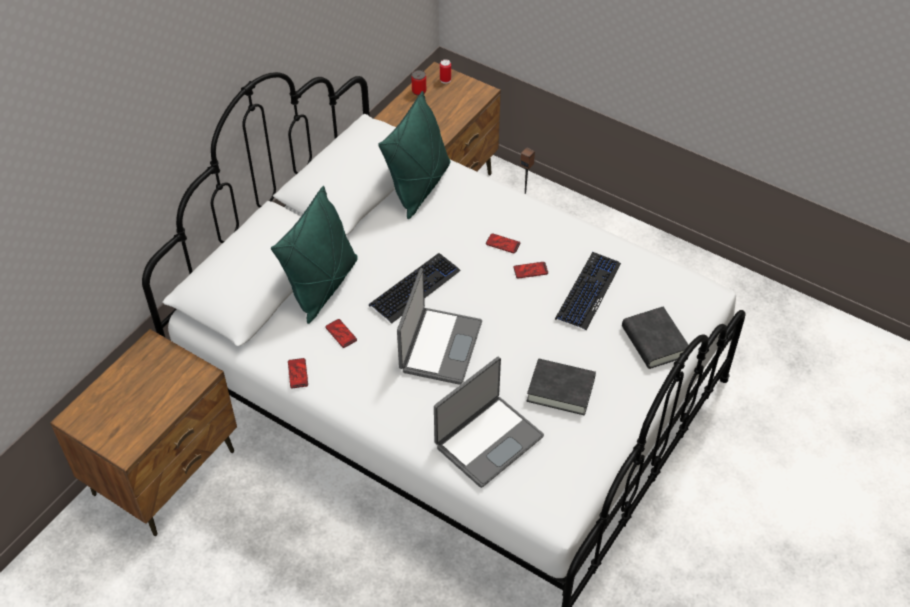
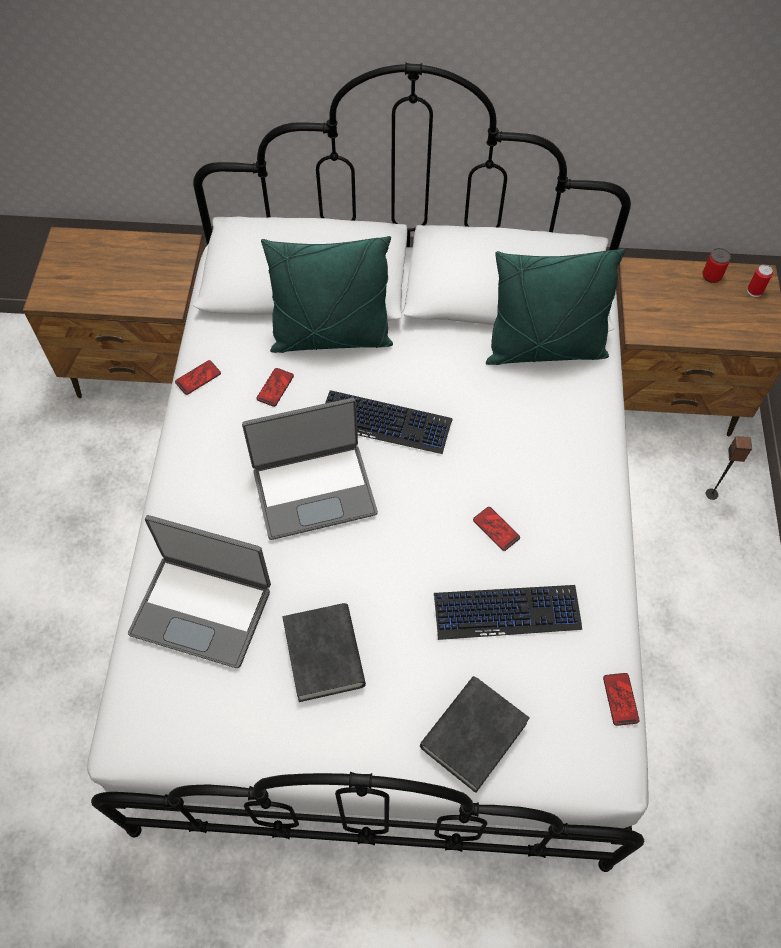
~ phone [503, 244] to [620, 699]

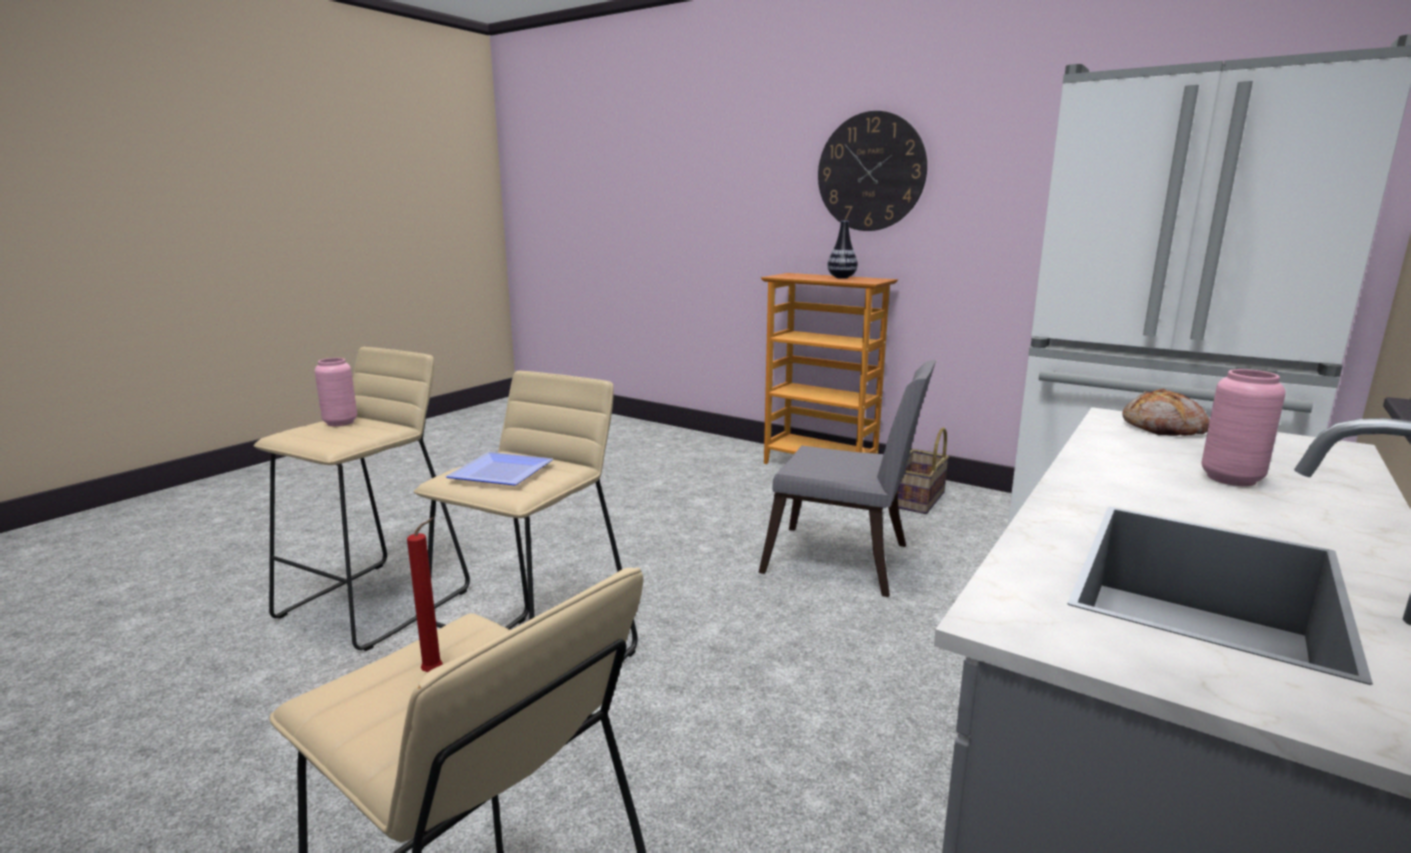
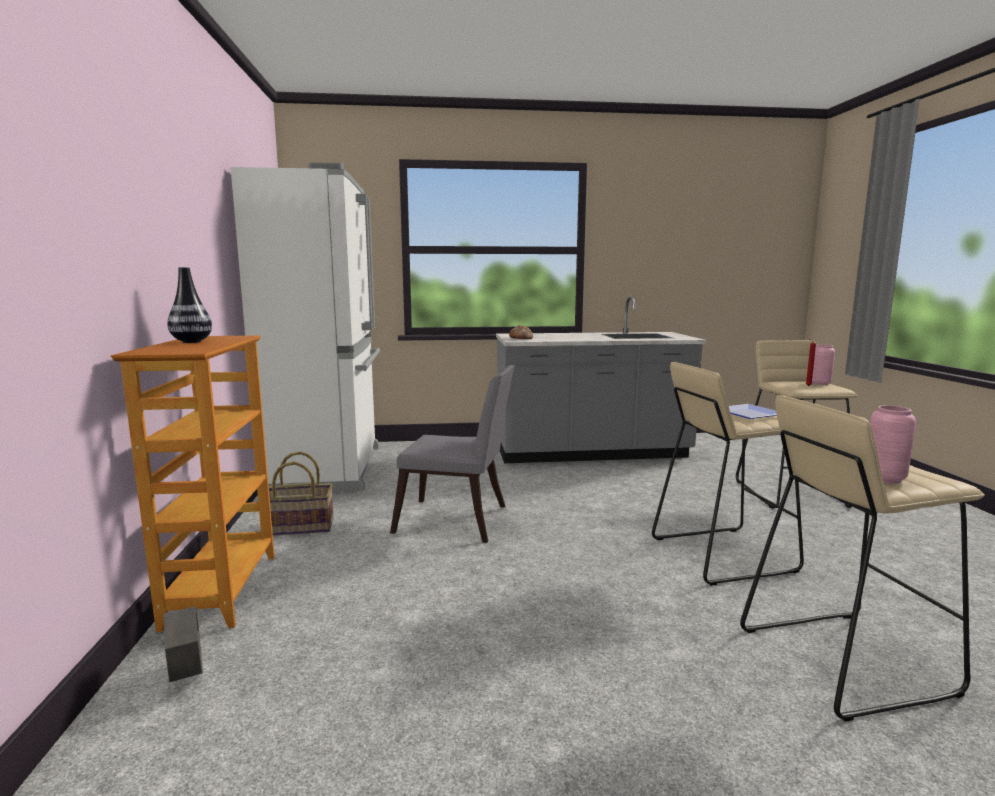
+ planter (grey) [187, 676]
~ chair (grey) [845, 563] = [458, 521] 120 degrees clockwise
~ vase (pink) [1231, 479] to [820, 383]
- wall clock [871, 172]

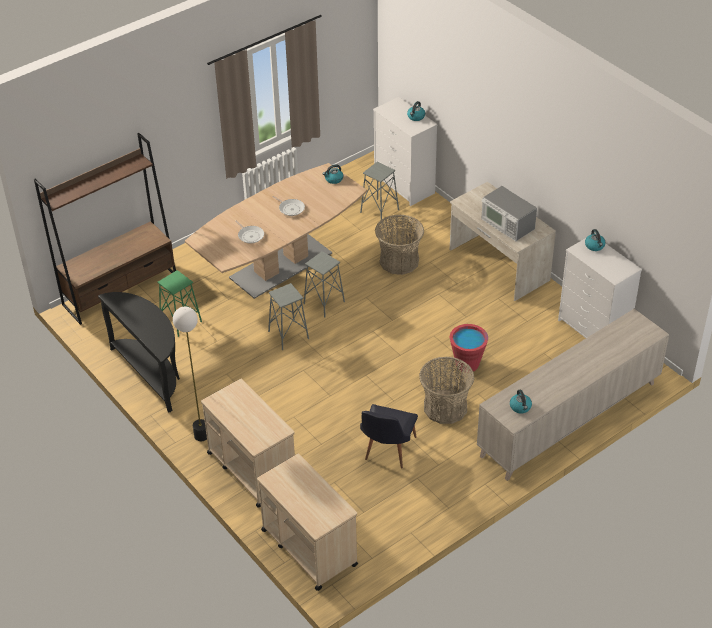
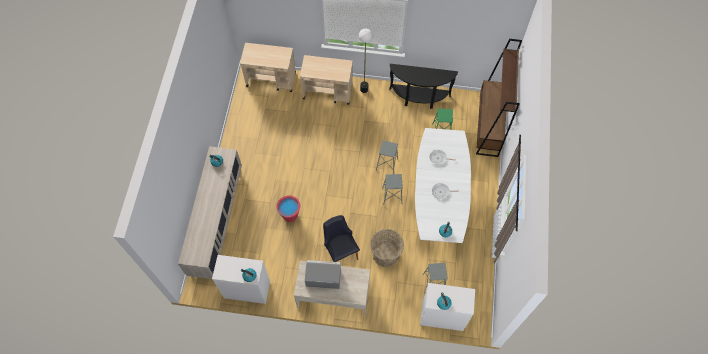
~ chair (black) [387, 452] to [340, 250]
~ dining table (brown) [281, 265] to dining table (white) [438, 201]
- basket [445, 407]

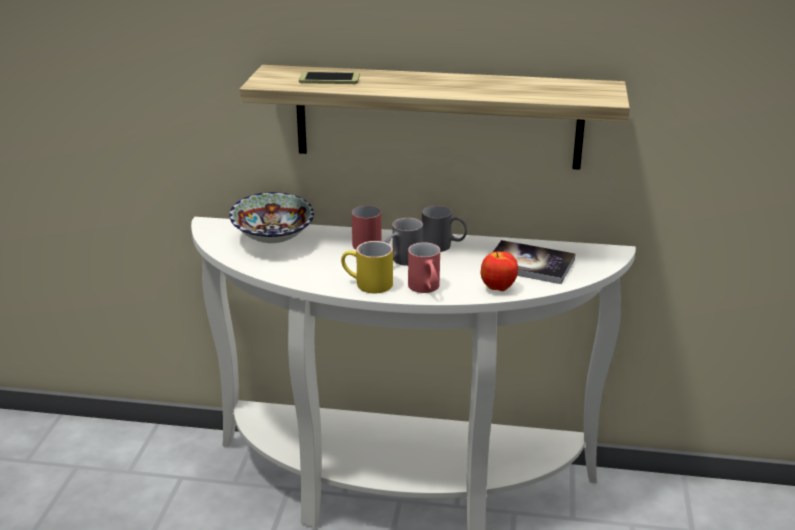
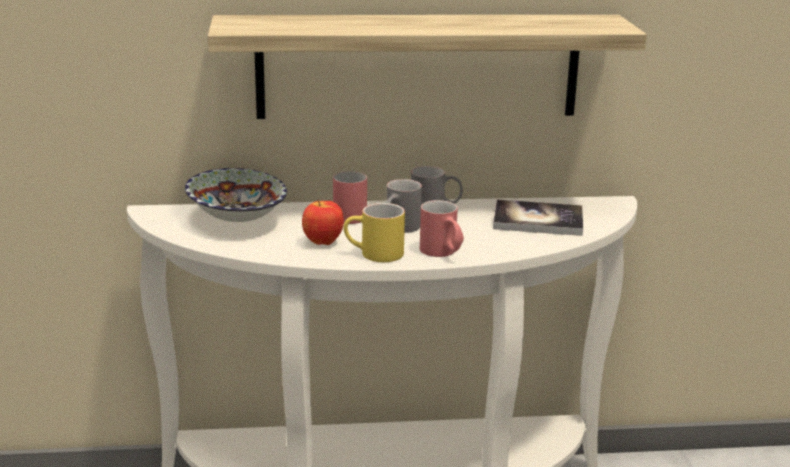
~ apple [498, 288] to [322, 243]
- phone [329, 79]

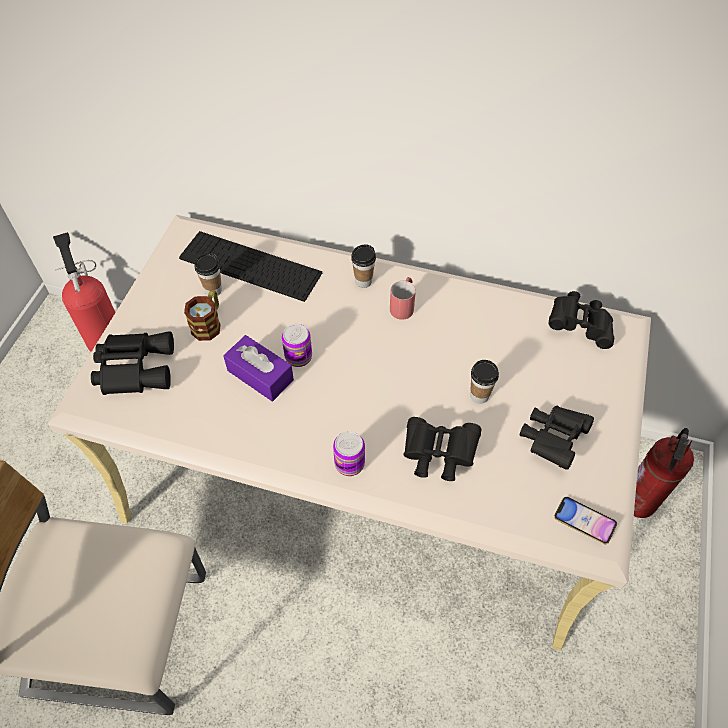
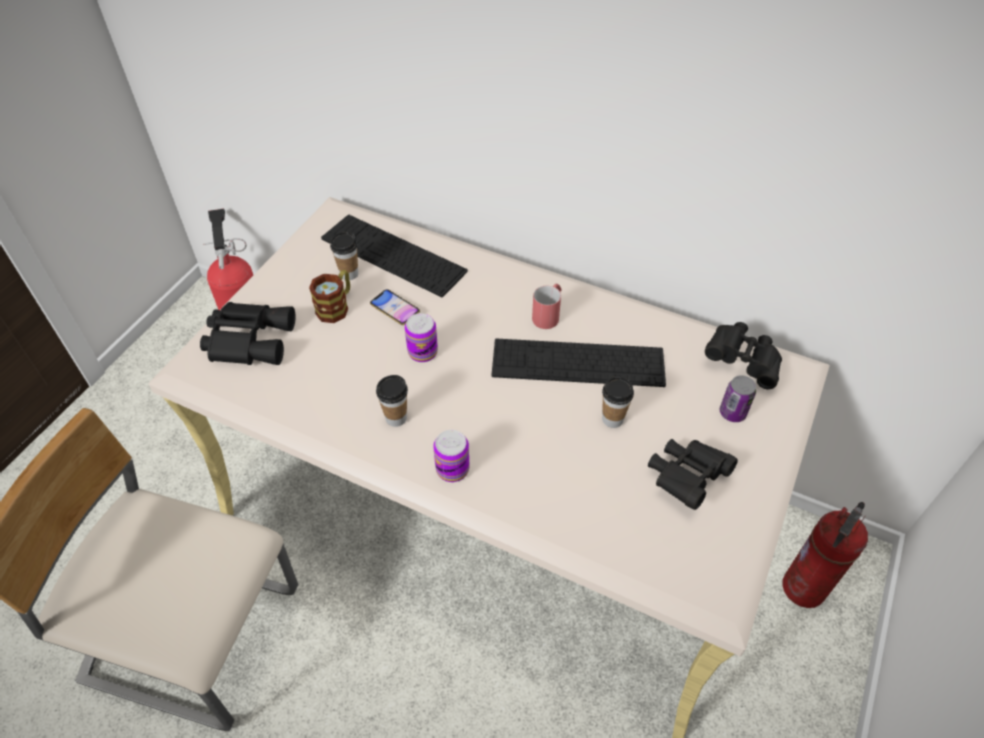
~ phone [584, 521] to [395, 309]
~ cup [363, 281] to [396, 418]
+ keyboard [578, 363]
+ can [732, 413]
- tissue box (purple) [260, 375]
- binoculars (black) [438, 455]

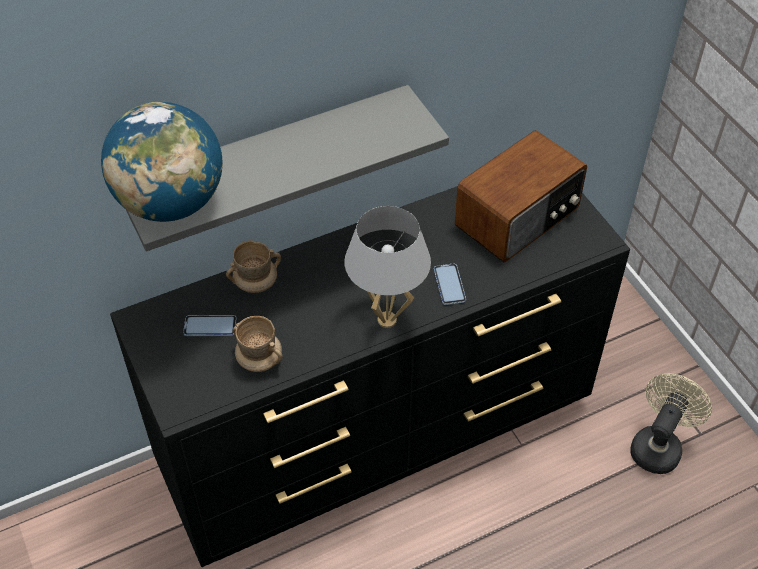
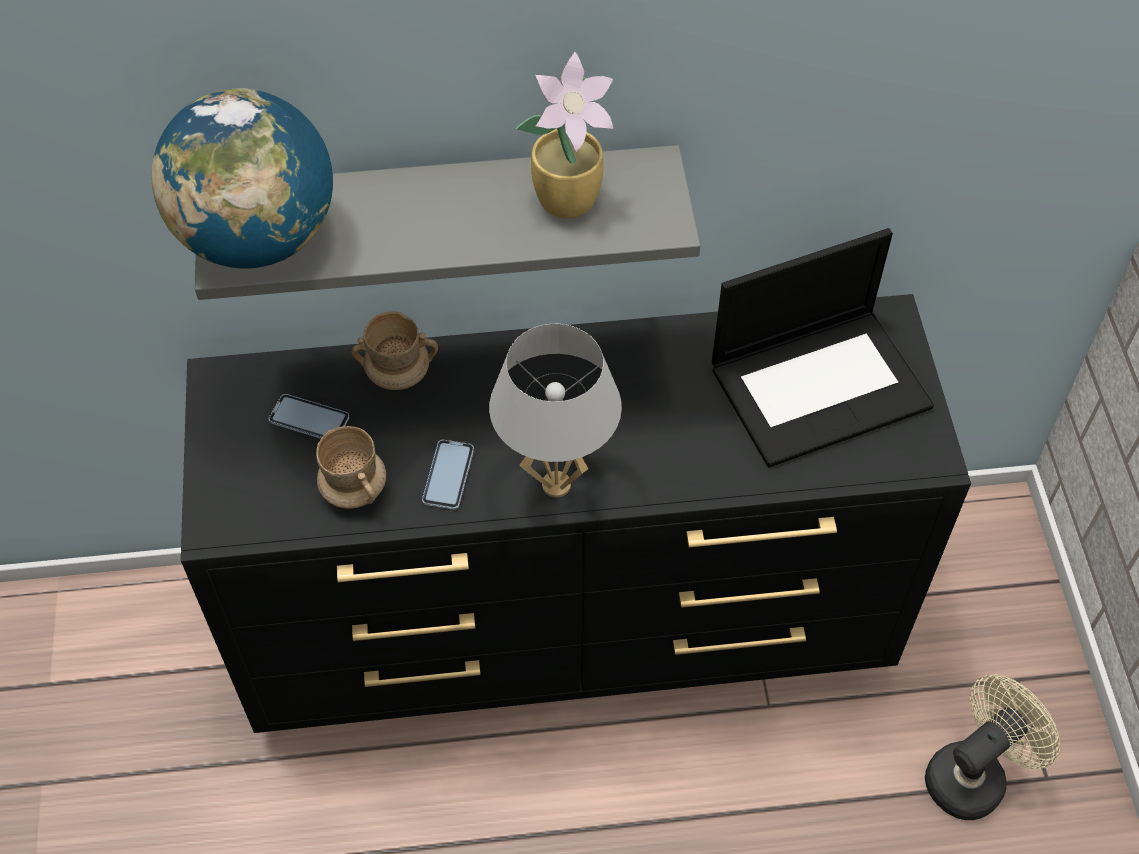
~ phone [449, 285] to [448, 475]
+ potted plant [570, 199]
~ radio [519, 218] to laptop [820, 385]

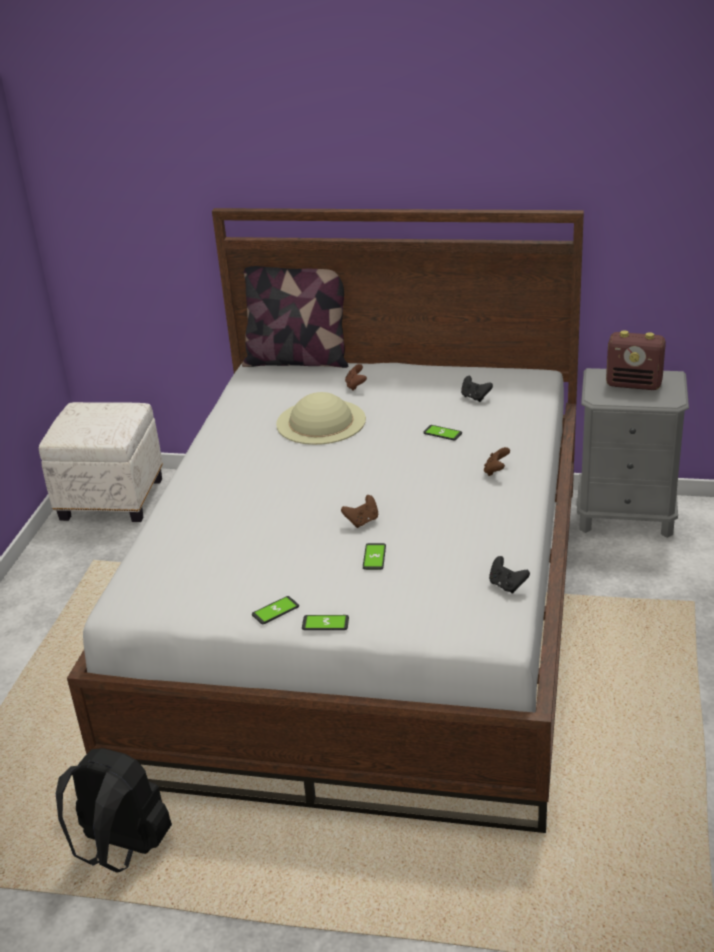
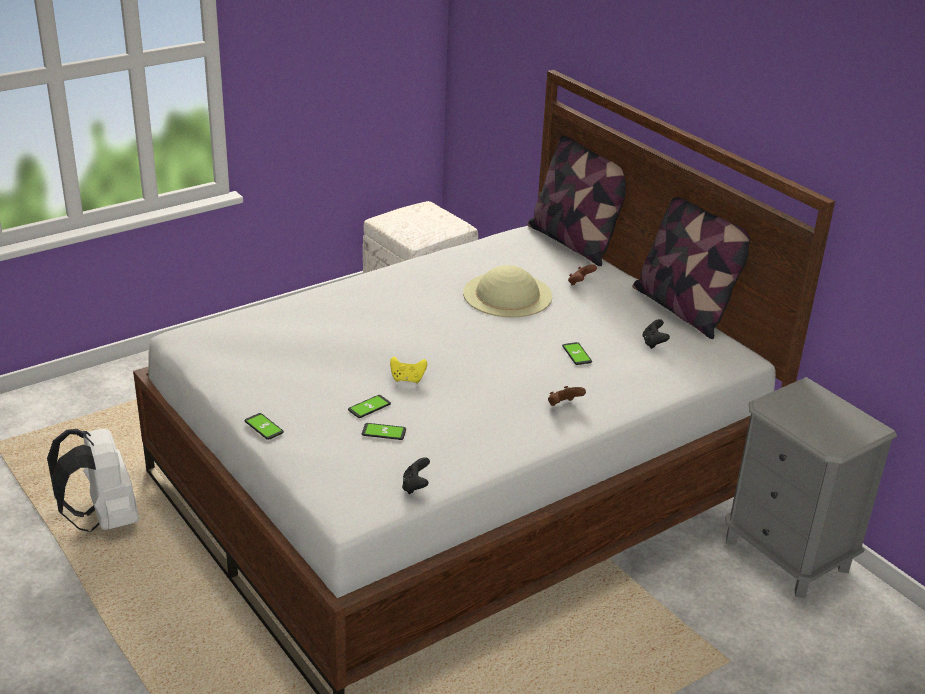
~ backpack (black) [121, 849] to backpack (white) [104, 520]
~ phone [275, 611] to [384, 432]
~ game controller (brown) [362, 521] to game controller (yellow) [407, 379]
+ pillow [682, 309]
- radio [634, 384]

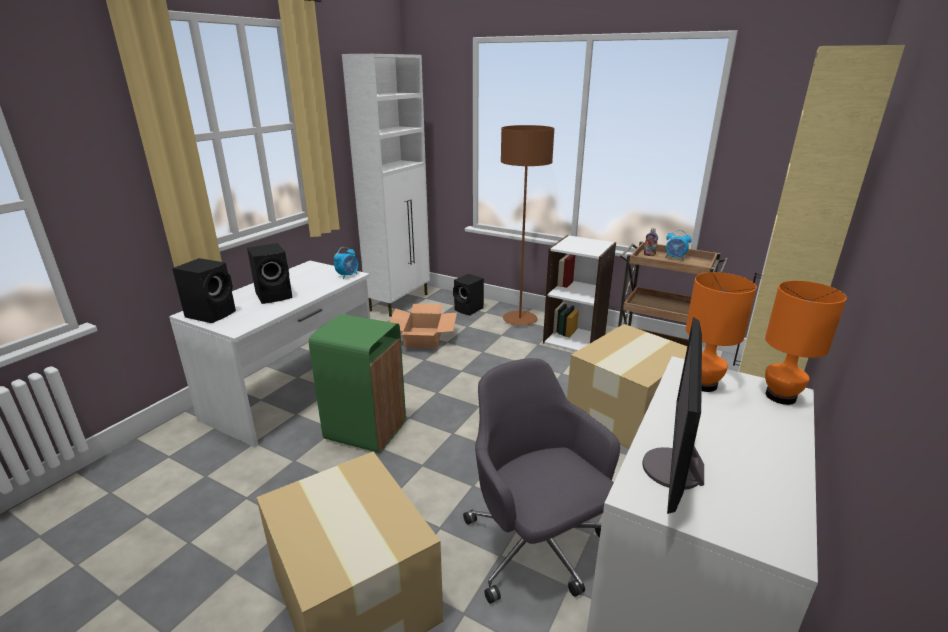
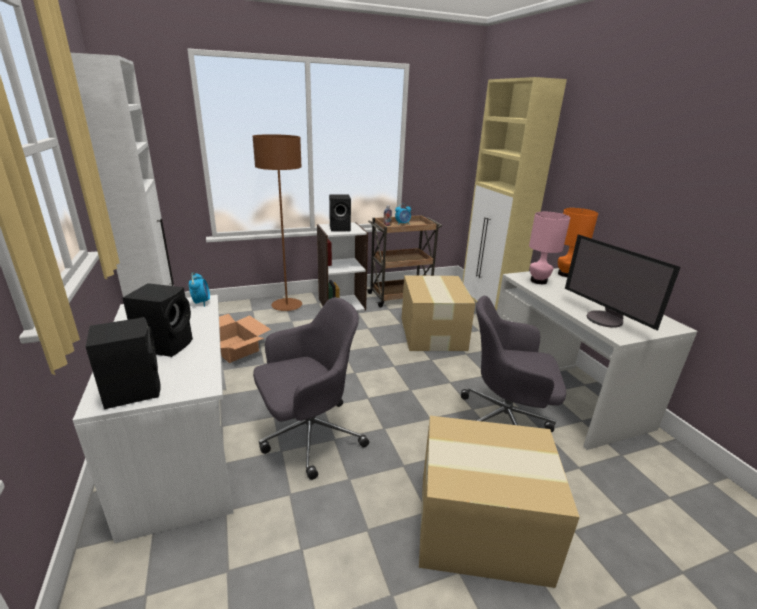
~ trash can (green) [365, 431] to office chair (grey) [308, 435]
~ speaker (black) [469, 309] to [341, 228]
~ table lamp (orange) [703, 384] to table lamp (pink) [538, 281]

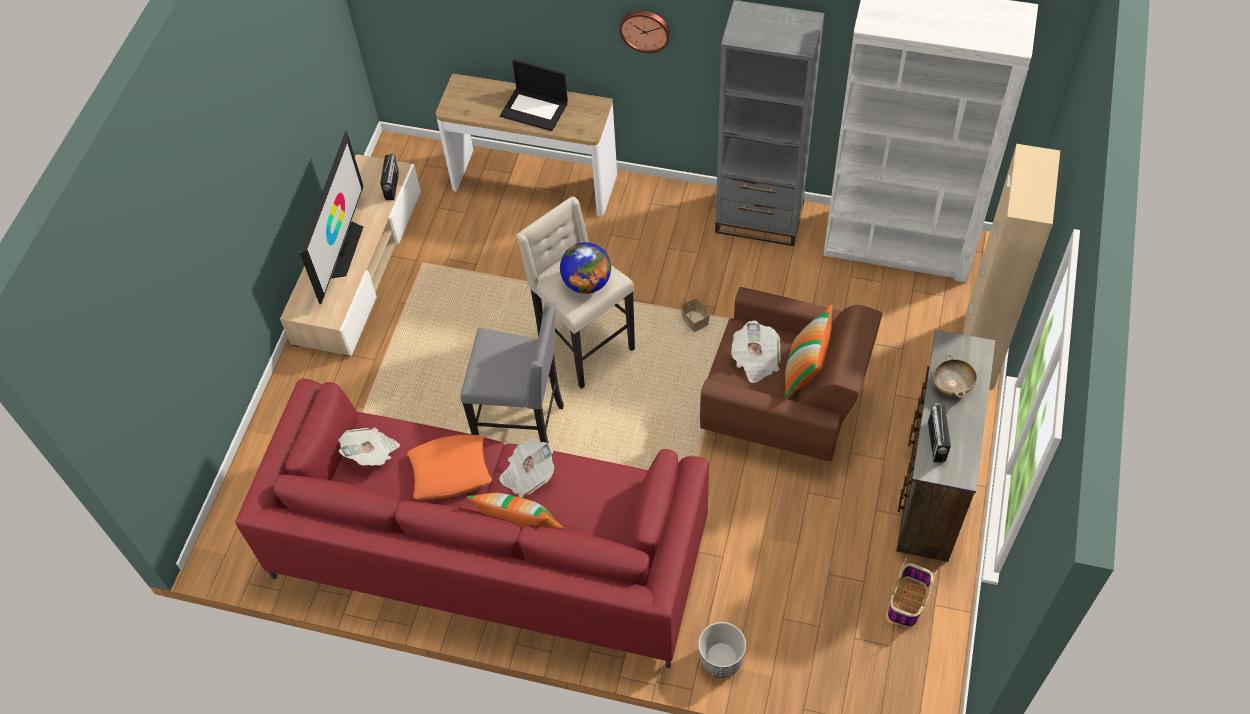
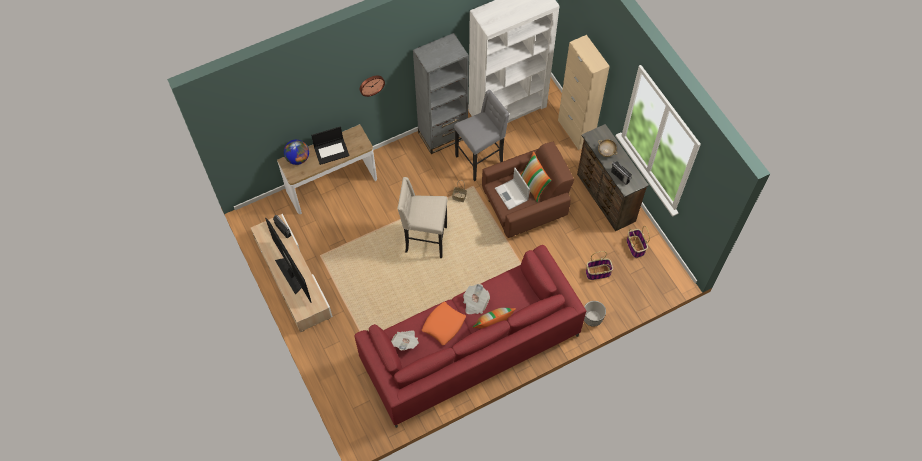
~ globe [587, 283] to [298, 158]
~ stool (grey) [524, 429] to [480, 160]
~ newspaper [755, 360] to laptop [512, 194]
+ basket [598, 272]

